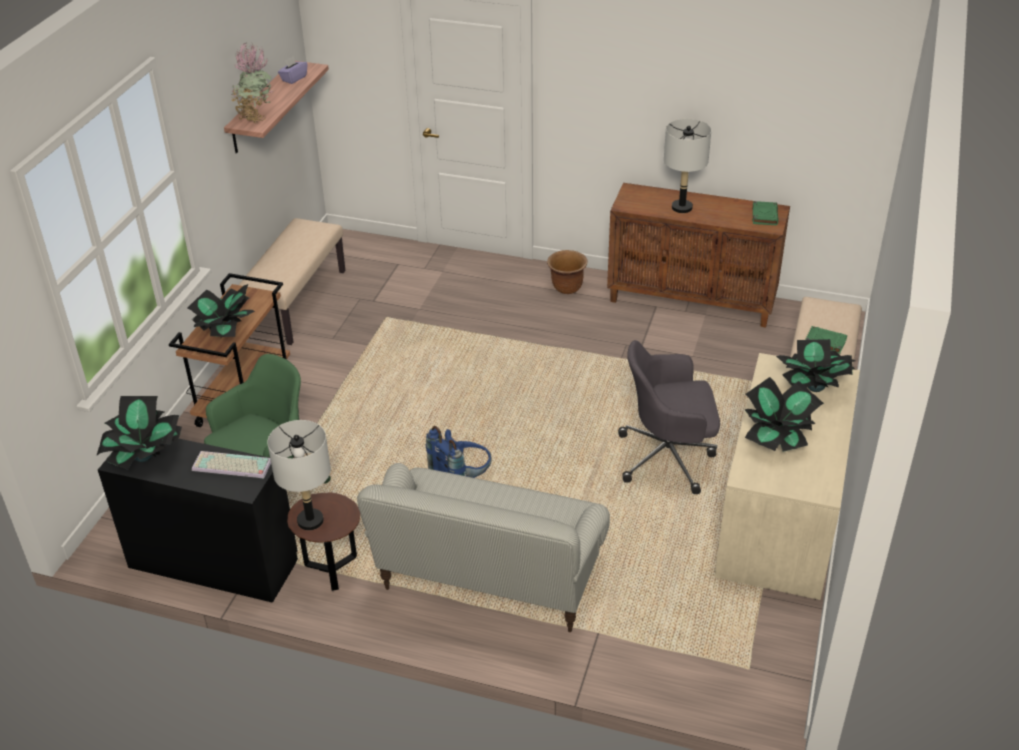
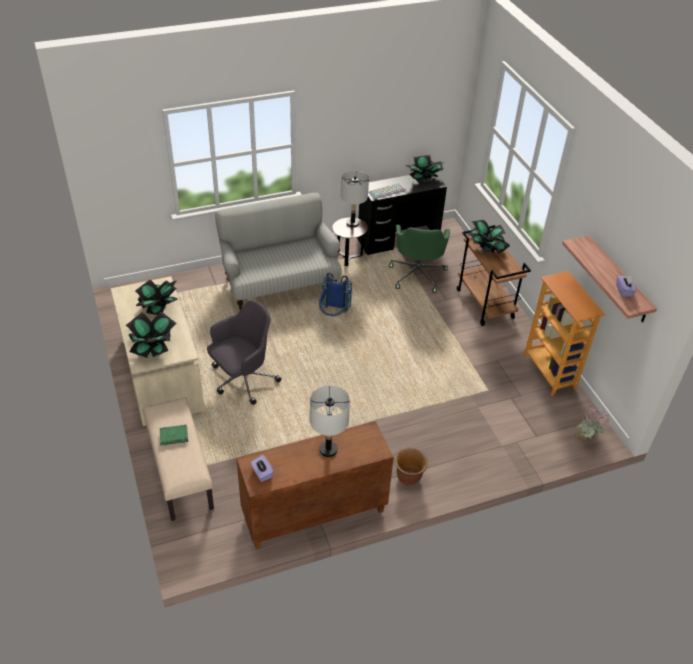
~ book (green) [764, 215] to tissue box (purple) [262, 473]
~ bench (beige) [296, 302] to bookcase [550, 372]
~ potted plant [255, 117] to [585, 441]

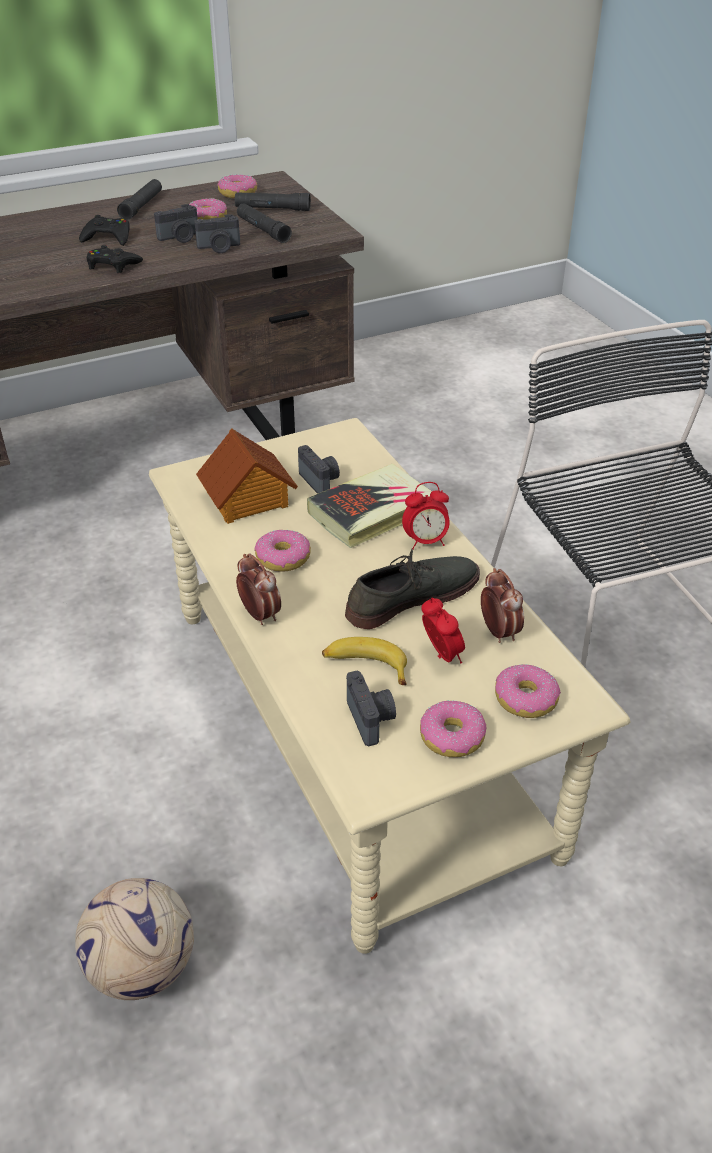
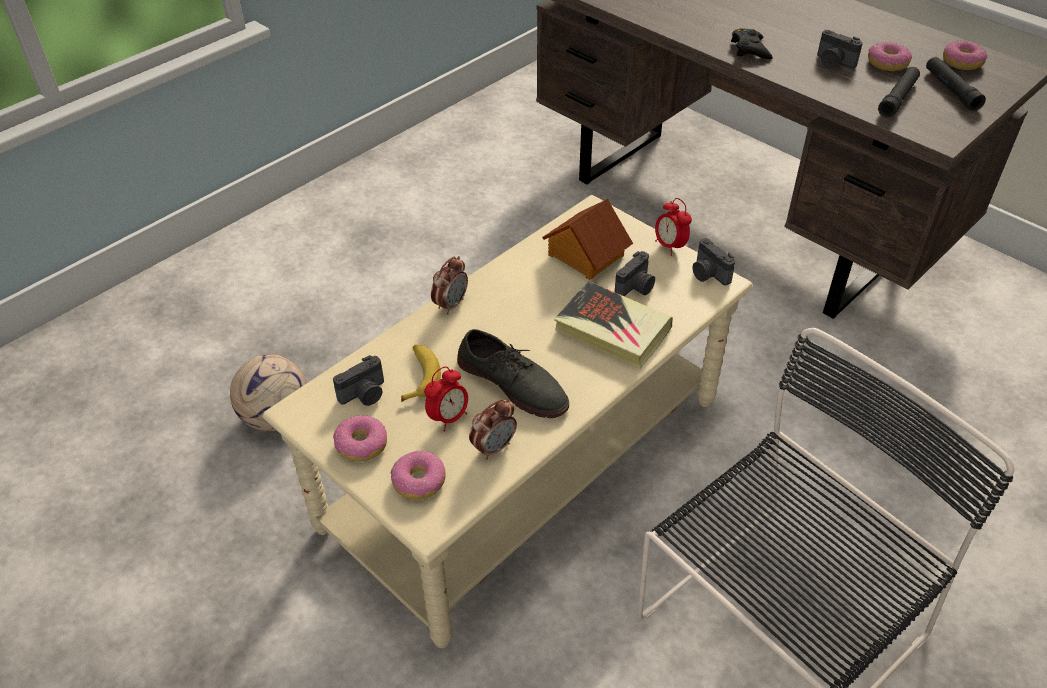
~ alarm clock [425, 542] to [670, 246]
~ photo camera [219, 248] to [708, 274]
- game controller (black) [108, 237]
- flashlight (black) [142, 206]
- donut [283, 558]

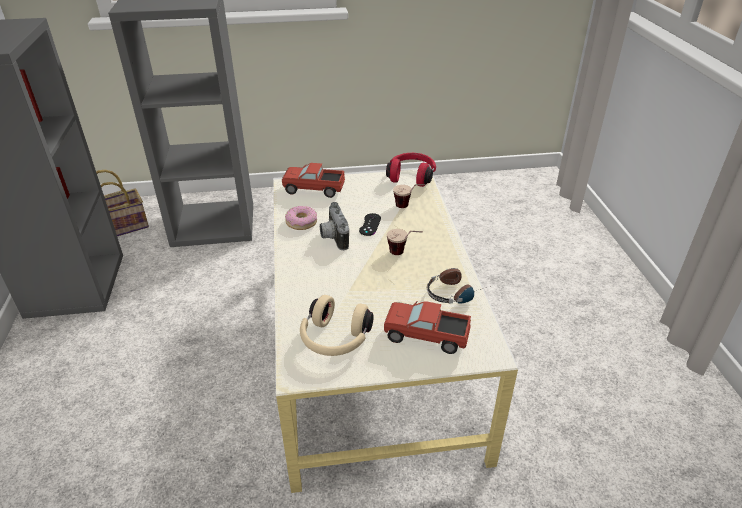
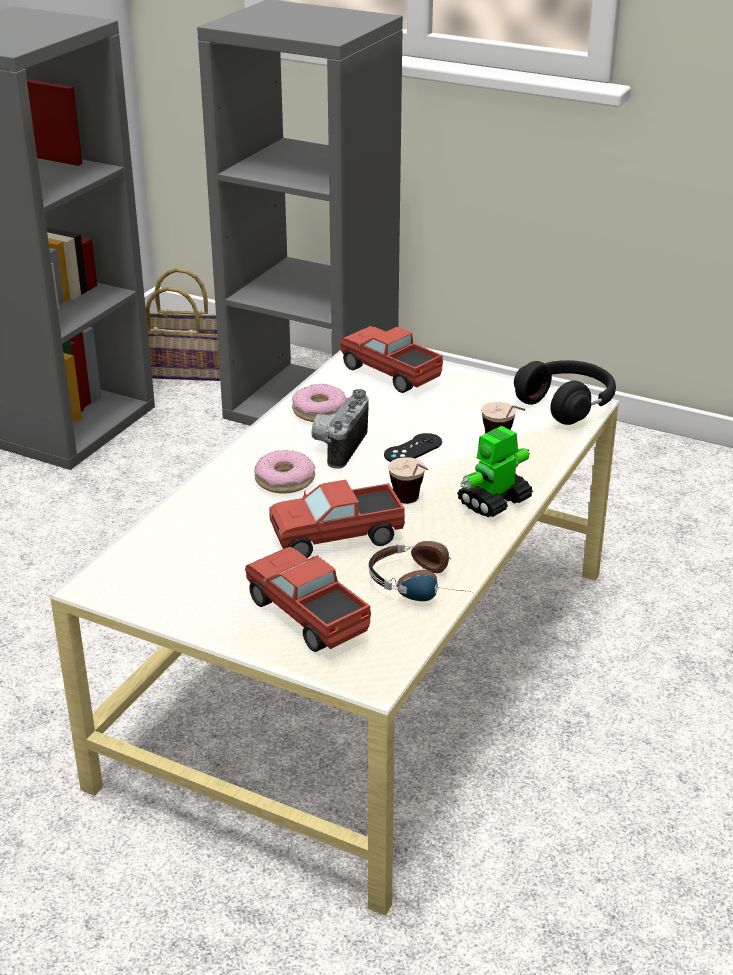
+ donut [285, 480]
+ toy truck [337, 538]
+ toy robot [493, 502]
~ headphones (red) [411, 176] to headphones (black) [567, 405]
- headphones (beige) [335, 339]

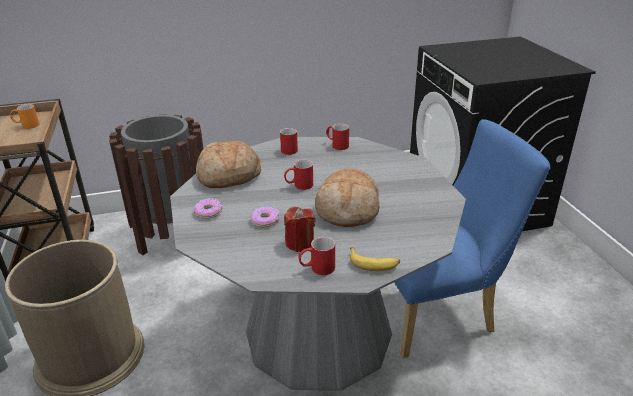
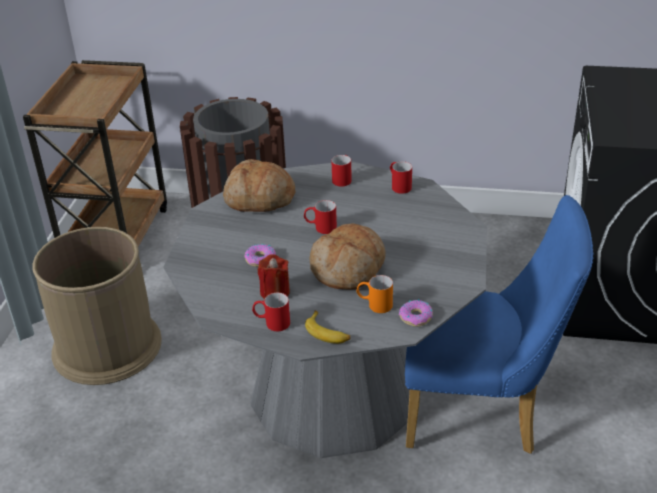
~ mug (orange) [26, 125] to [374, 304]
~ donut [209, 212] to [416, 317]

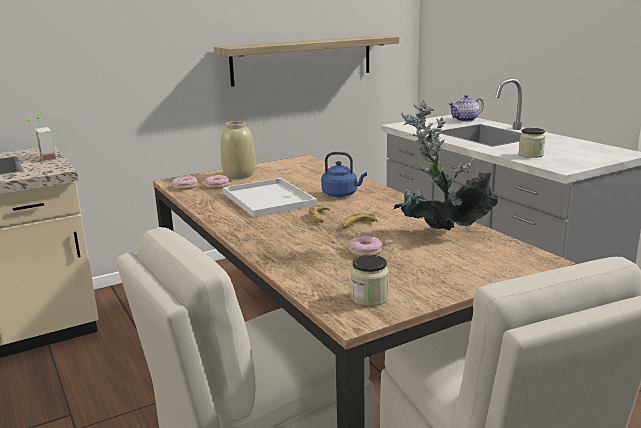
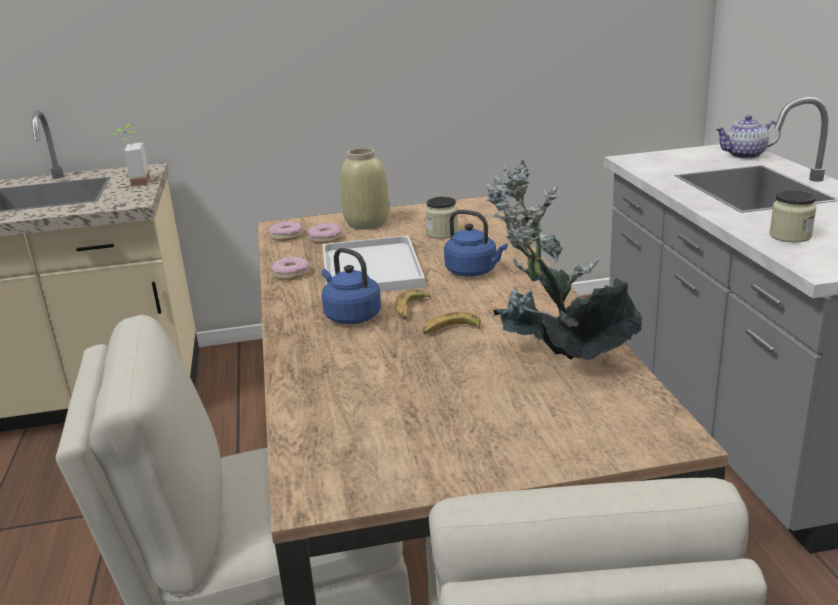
~ donut [365, 251] to [290, 274]
+ kettle (blue) [350, 316]
~ jar [369, 298] to [442, 233]
- shelf [303, 60]

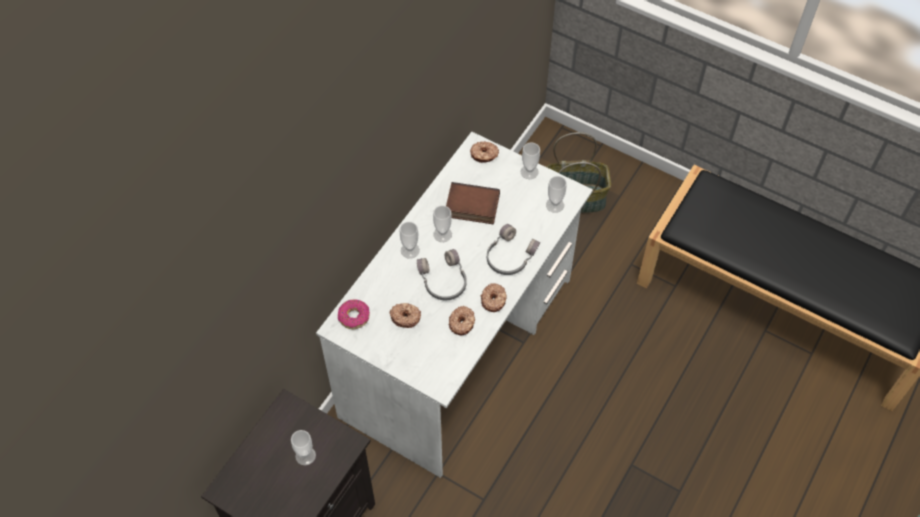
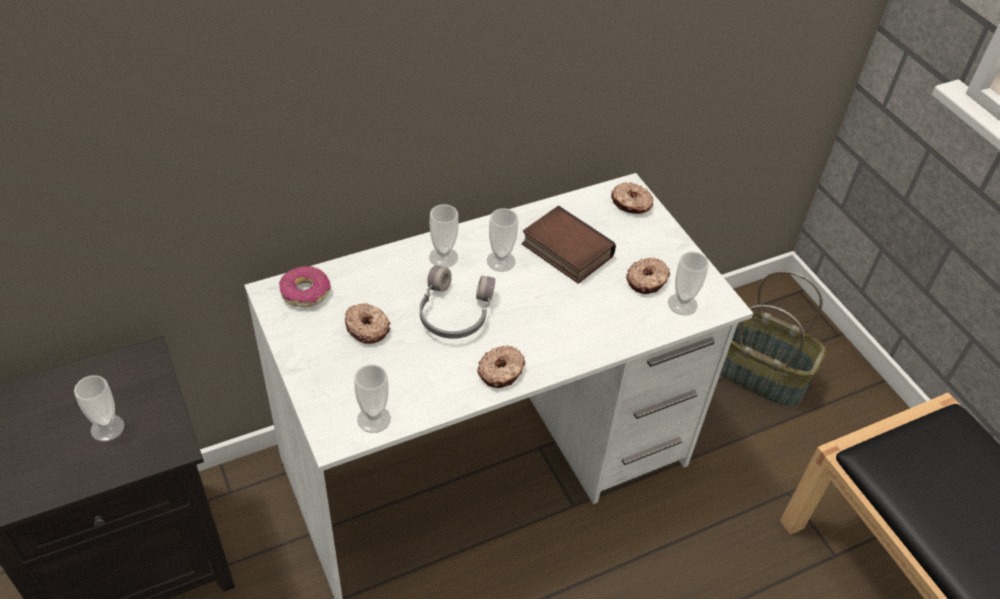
~ cup [529, 172] to [374, 419]
~ donut [462, 323] to [647, 281]
- headphones (grey) [509, 256]

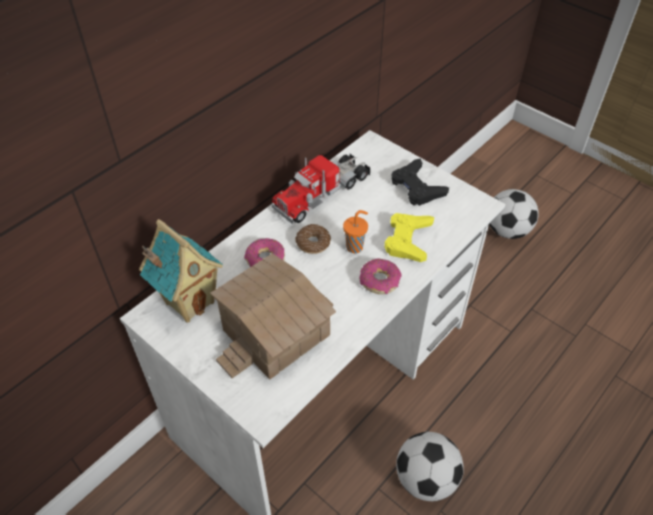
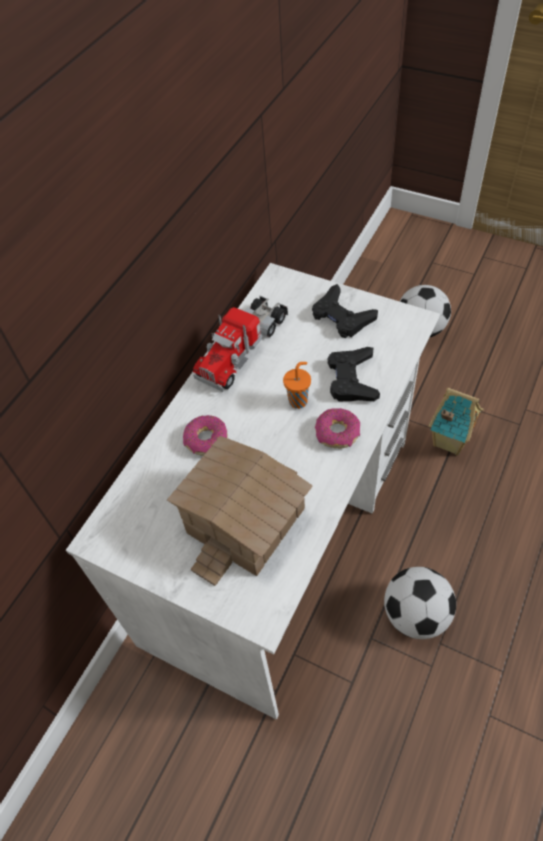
~ game controller (yellow) [408, 240] to game controller (black) [352, 379]
~ toy house [189, 301] to [448, 440]
- donut [313, 243]

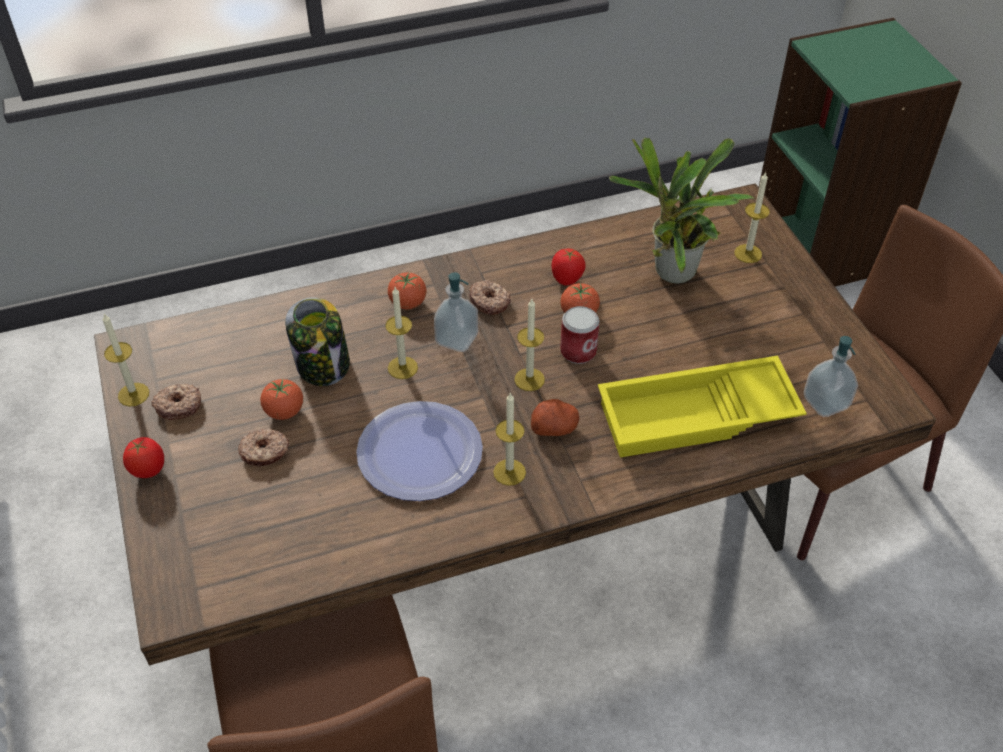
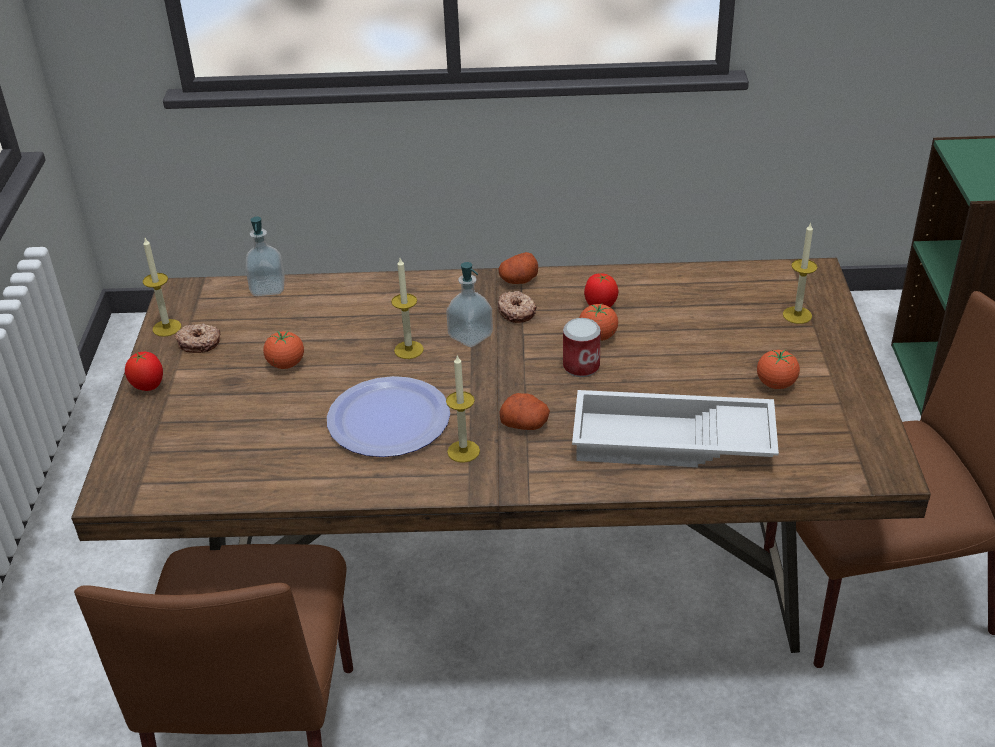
~ soap dispenser [825, 402] to [268, 288]
+ potato [518, 280]
~ tray (yellow) [696, 418] to tray (white) [671, 443]
~ tomato [408, 303] to [776, 384]
- donut [264, 453]
- jar [323, 365]
- candle [529, 379]
- potted plant [671, 276]

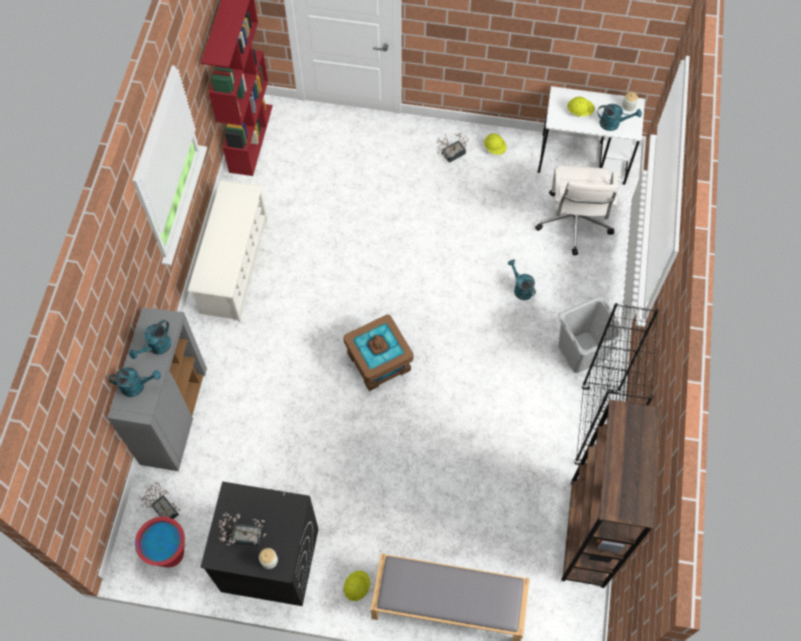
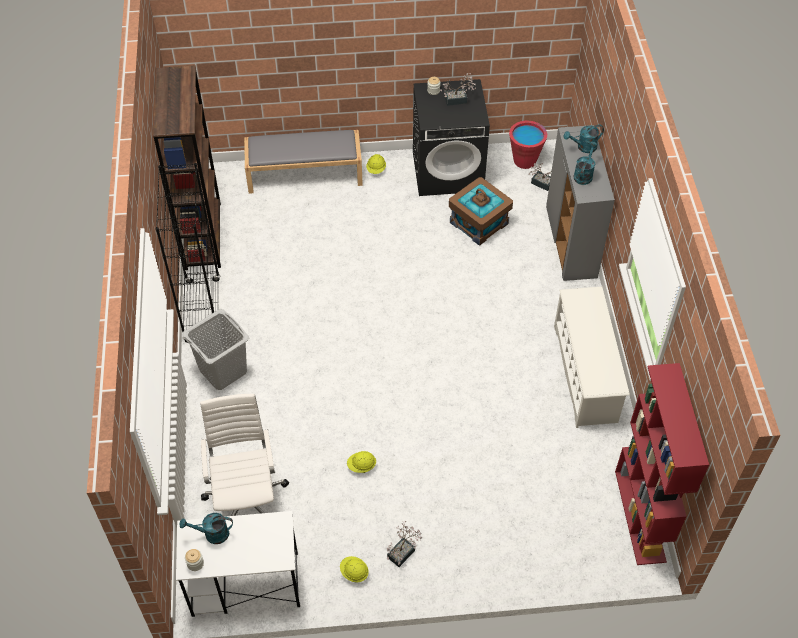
~ hard hat (yellow) [579, 111] to [361, 466]
~ storage box (brown) [378, 362] to [479, 223]
- watering can (turquoise) [520, 288]

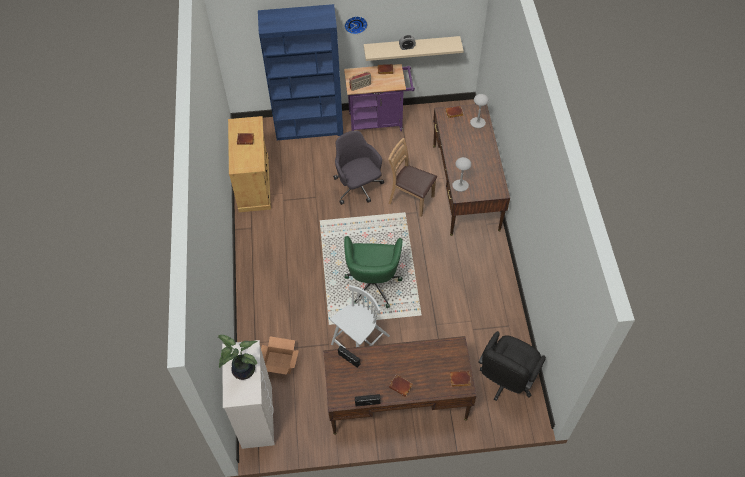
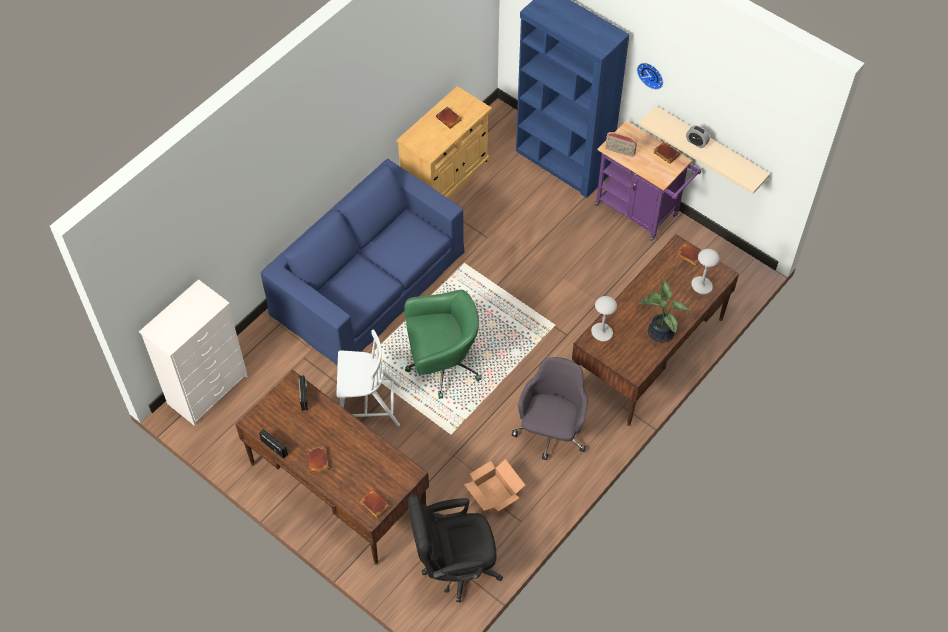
+ sofa (blue) [367, 281]
~ office chair (green) [373, 283] = [442, 365] 150 degrees counterclockwise
~ cardboard box [280, 363] to [494, 495]
~ office chair (grey) [358, 187] to [551, 432]
~ potted plant [242, 370] to [659, 332]
- chair (brown) [411, 199]

